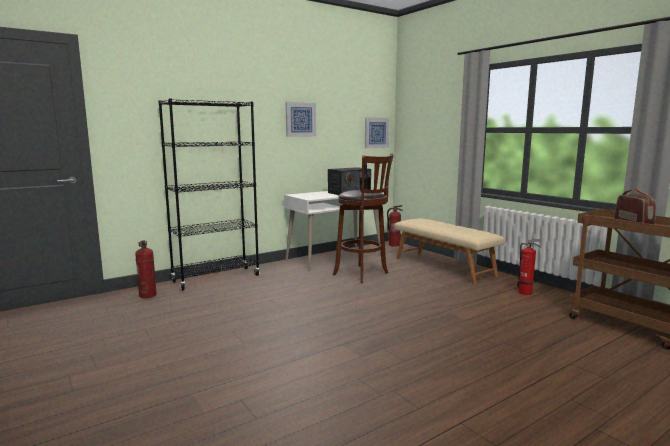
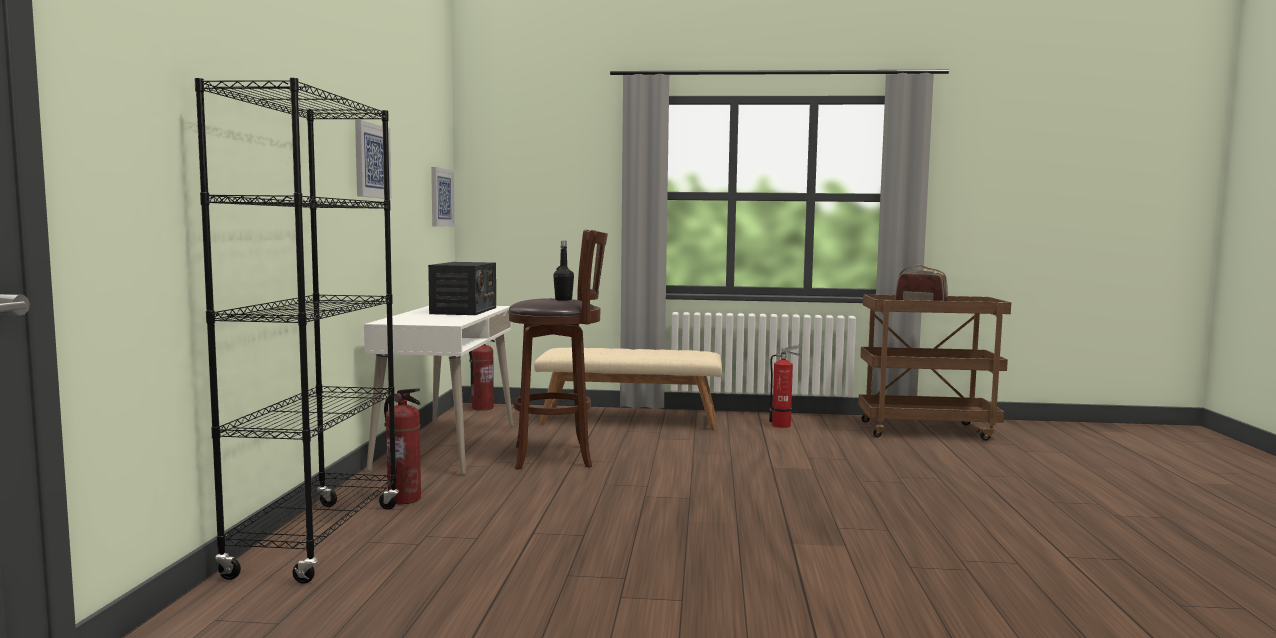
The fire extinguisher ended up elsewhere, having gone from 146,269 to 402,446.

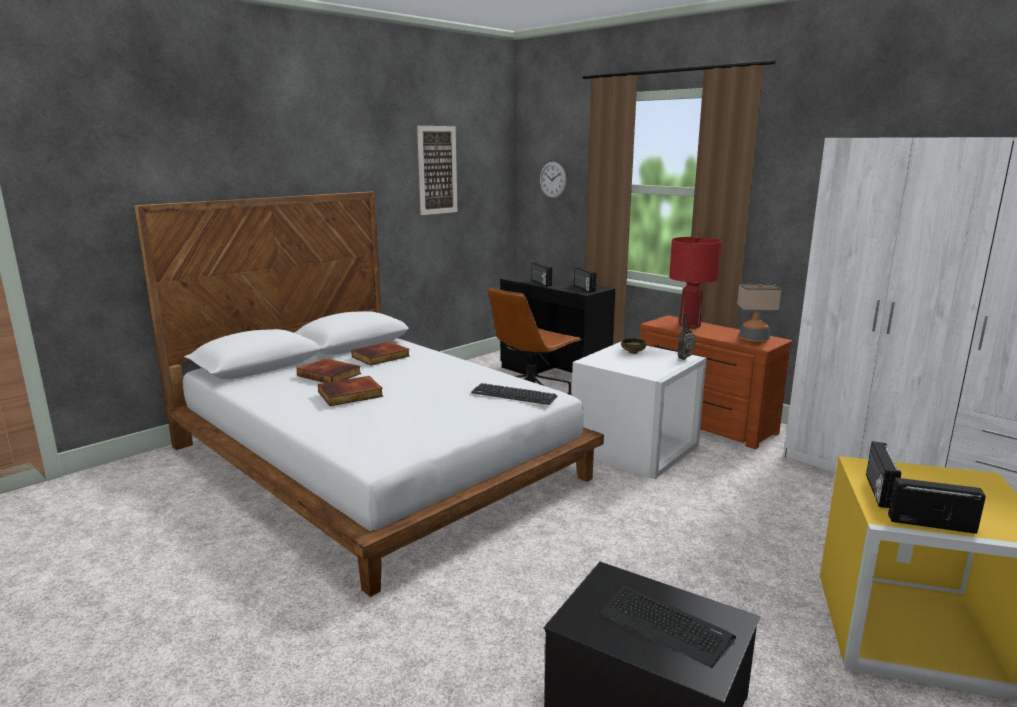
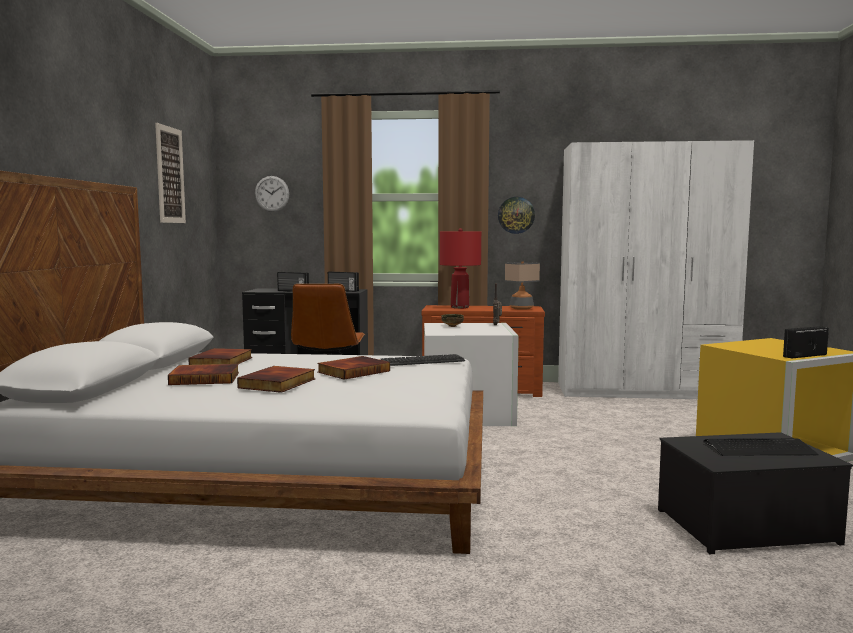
The second view lost the radio set at 883,474.
The second view gained the bound book at 353,368.
The second view gained the hanging clock at 516,215.

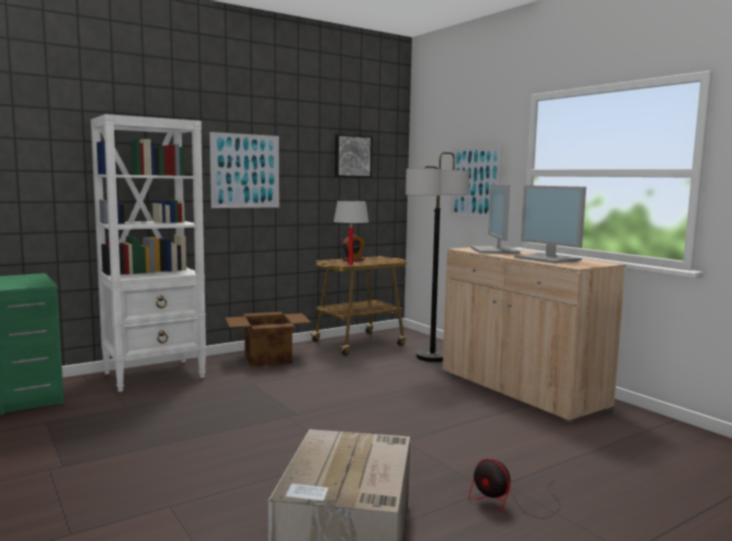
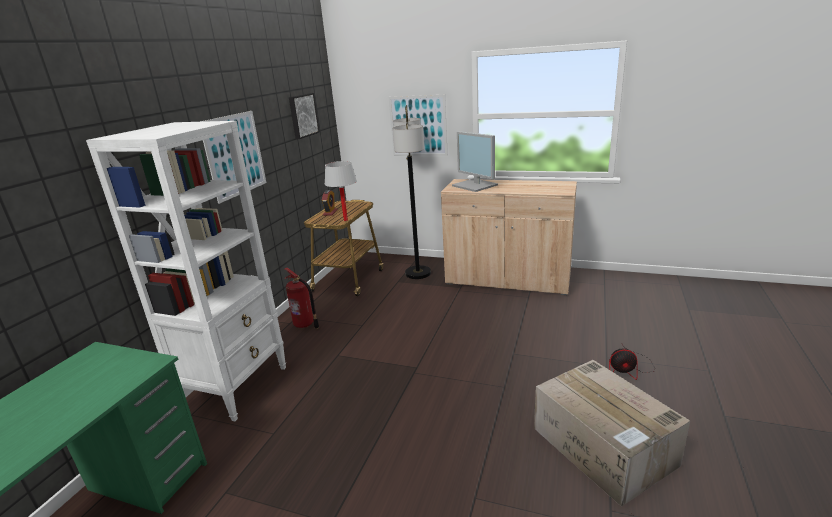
Where the packing box stood at 268,339, the fire extinguisher came to stand at 302,298.
The second view lost the computer display at 550,224.

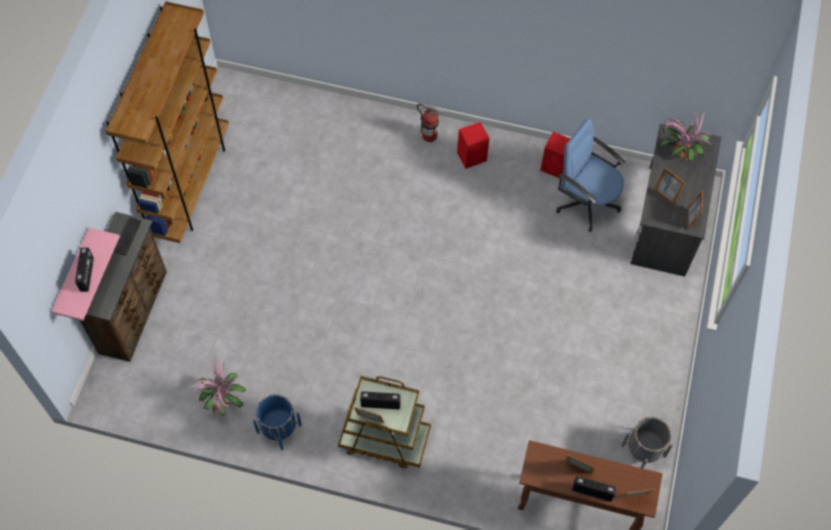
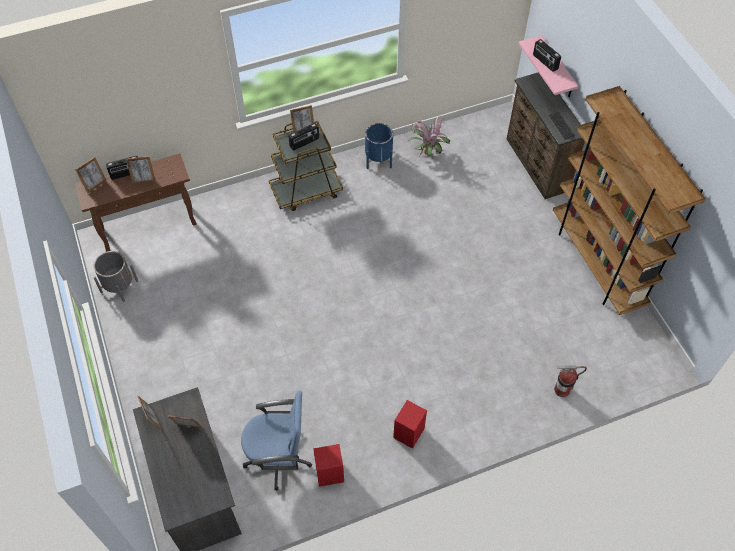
The fire extinguisher ended up elsewhere, having gone from 431,123 to 570,381.
The second view lost the plant in a pot at 687,135.

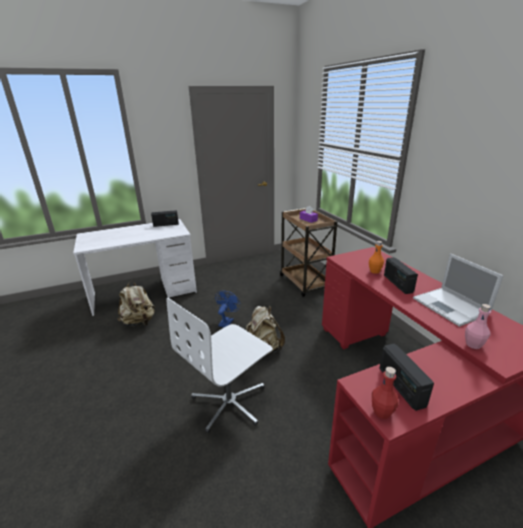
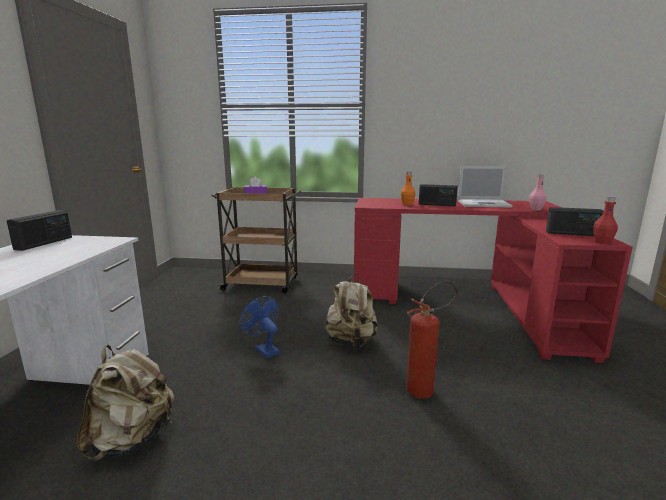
Where the white-coloured office chair stood at 220,365, the fire extinguisher came to stand at 432,340.

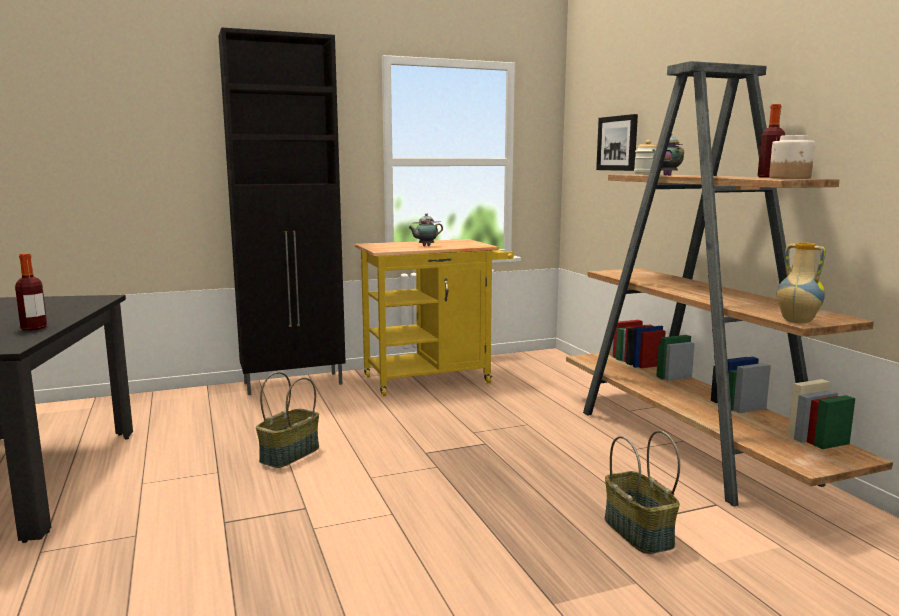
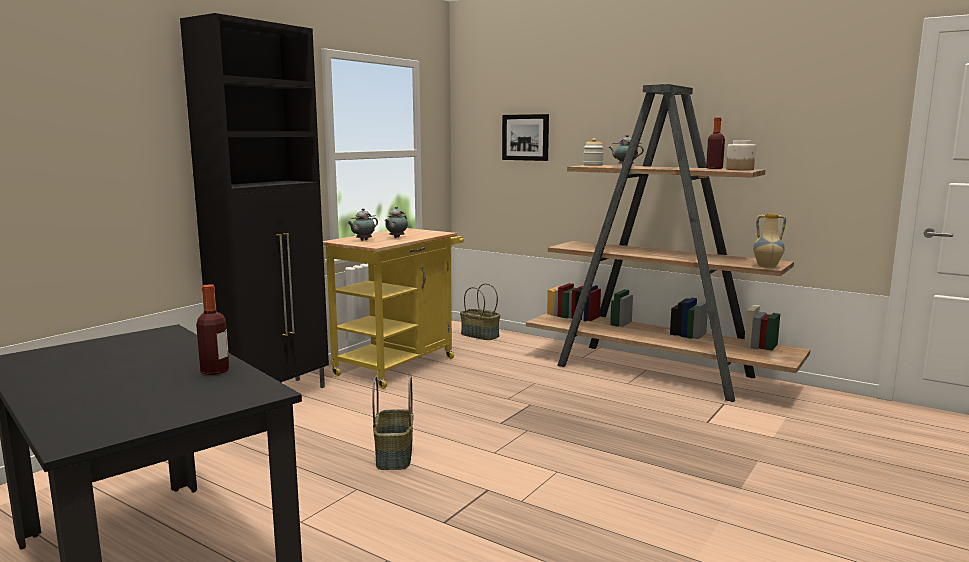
The basket ended up elsewhere, having gone from 642,492 to 480,311.
The second view gained the pot for tea at 362,224.

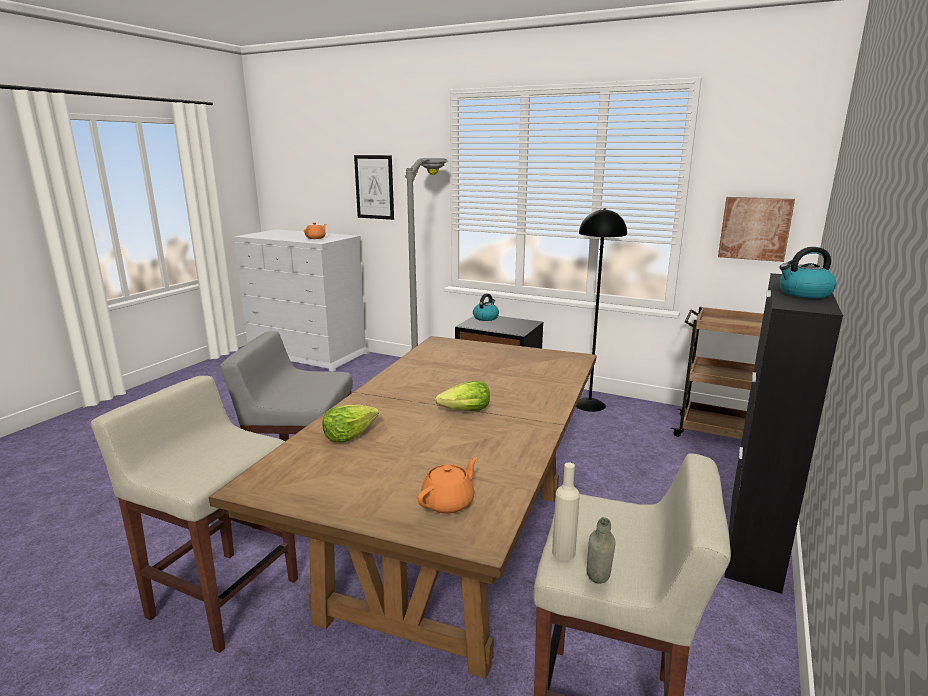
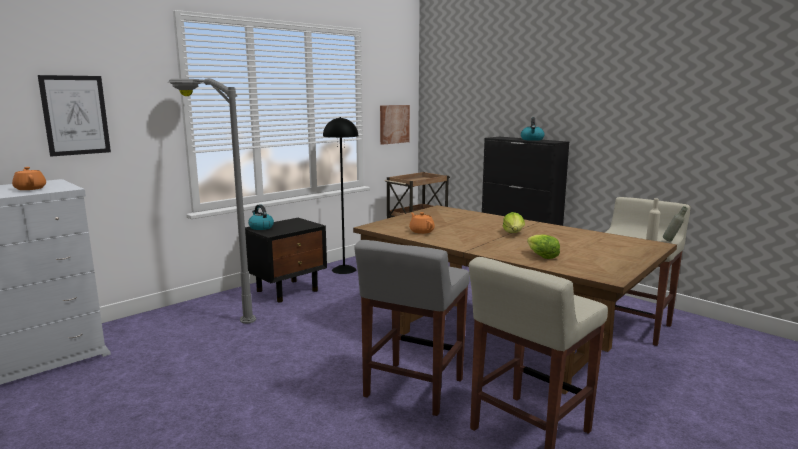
The orangey pot for tea ended up elsewhere, having gone from 447,485 to 422,223.

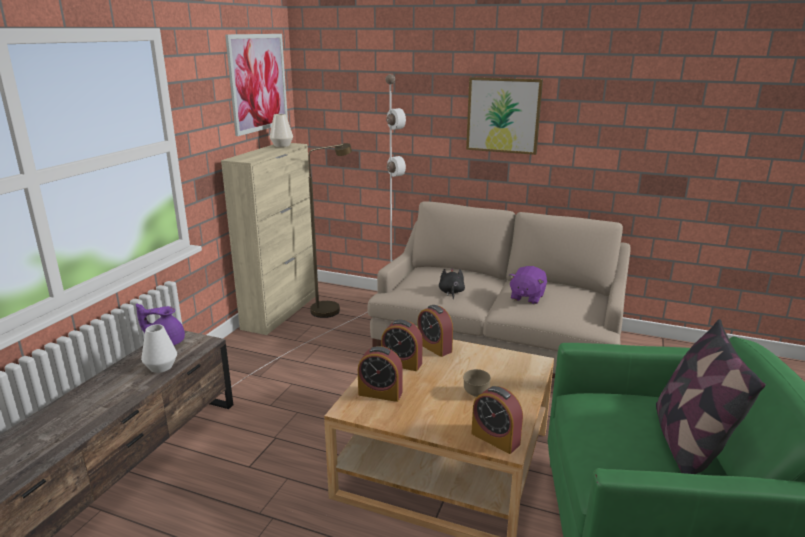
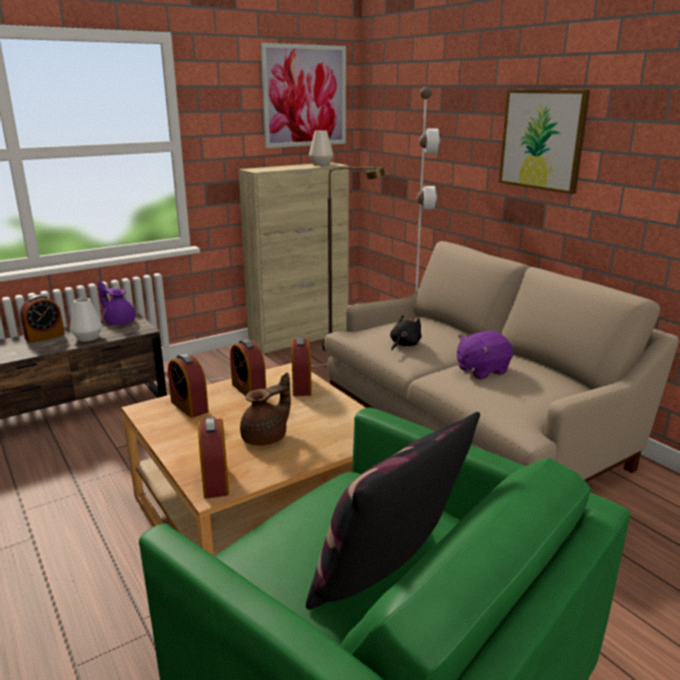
Where the brown deep dish stood at 477,383, the brown pot for tea came to stand at 265,409.
The second view gained the alarm clock at 42,319.

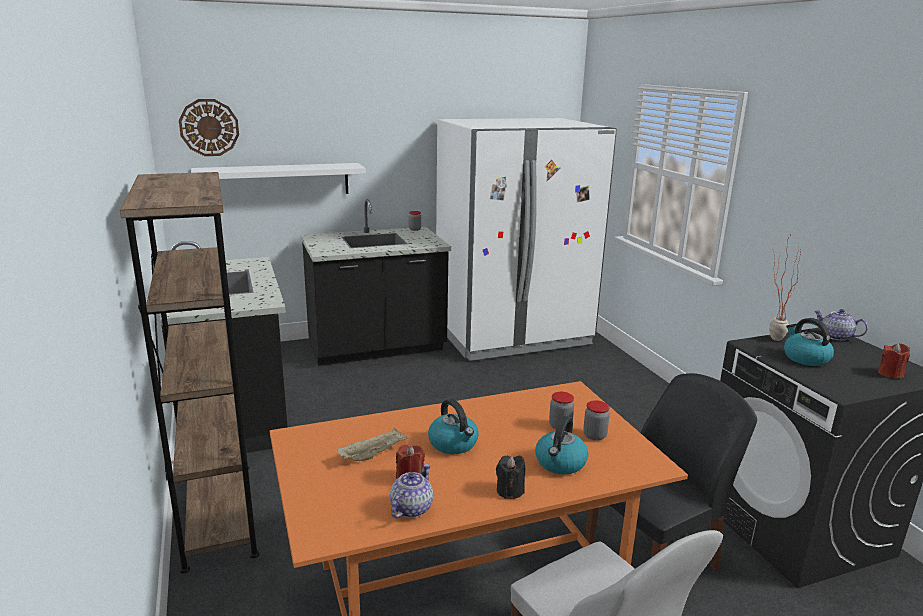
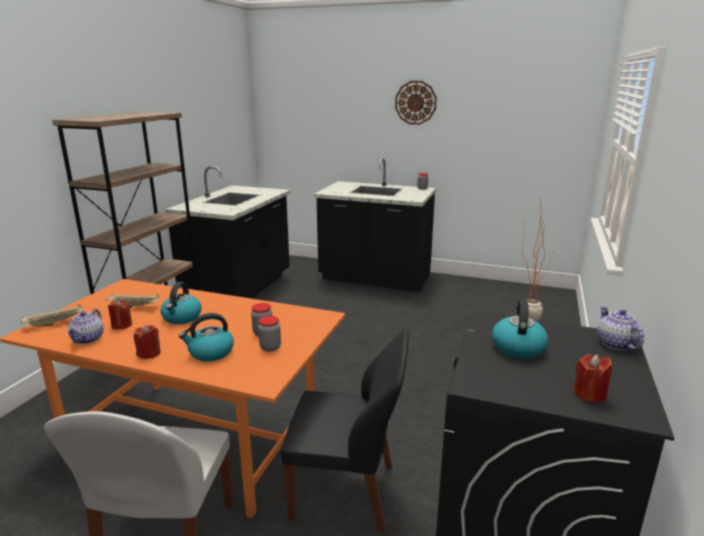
The hanging clock ended up elsewhere, having gone from 209,127 to 416,103.
The second view lost the white-coloured bracket shelf at 278,178.
The pot for tea at 411,491 ended up facing another way, 120 degrees clockwise from before.
The second view lost the white-coloured refrigerator at 526,239.
What was the black wax light at 510,477 turned into the red-coloured wax light at 147,342.
The second view gained the beige tray at 52,315.

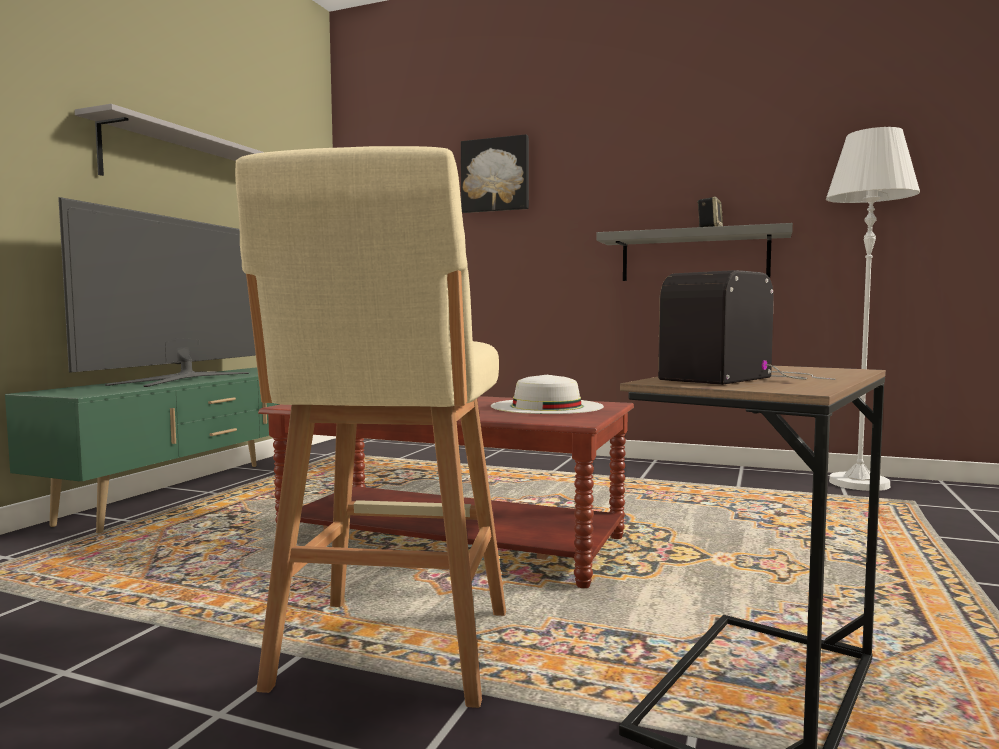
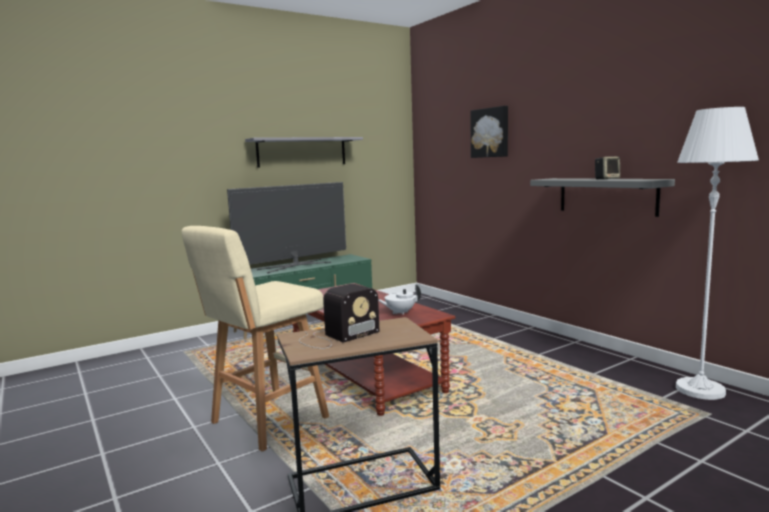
Where the white-coloured hat stood at 547,394, the white-coloured pot for tea came to stand at 399,299.
The radio set at 747,327 ended up facing another way, 150 degrees clockwise from before.

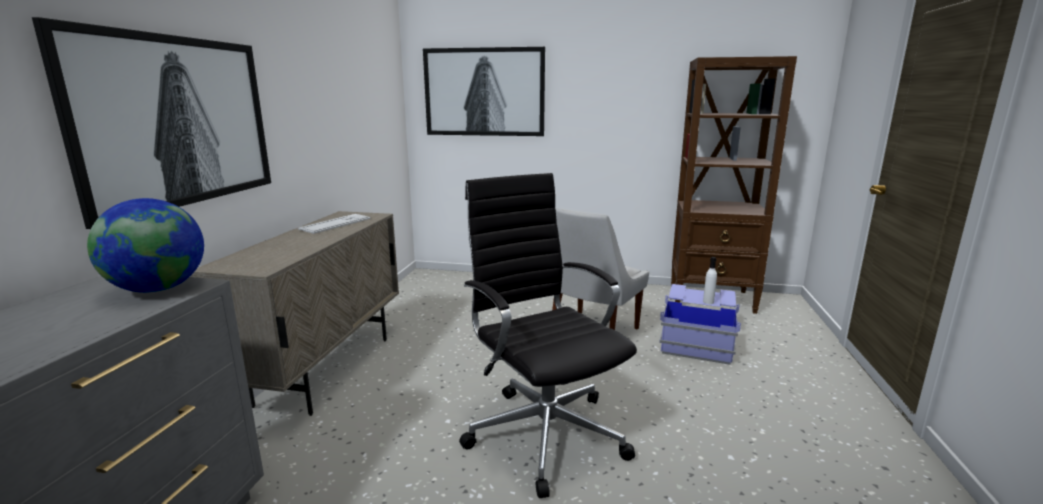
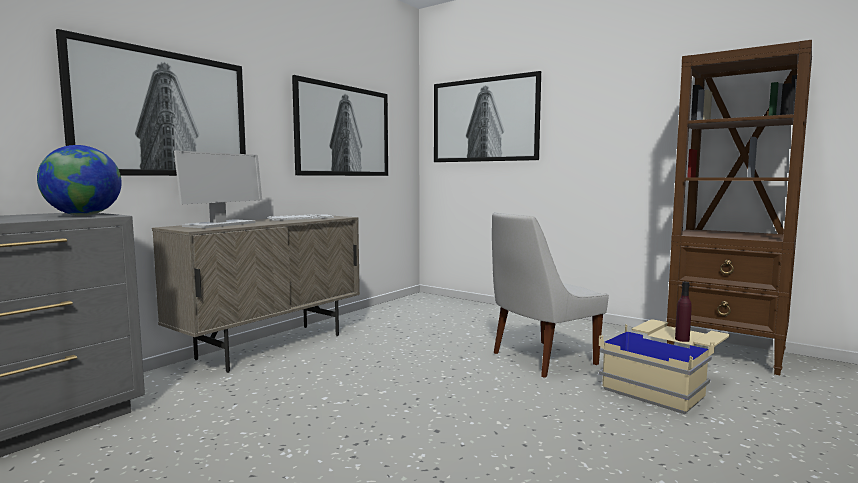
The second view lost the black office chair at 548,335.
What was the blue storage box at 700,324 turned into the beige storage box at 664,366.
What was the white-coloured drink bottle at 710,280 turned into the purple-coloured drink bottle at 683,312.
The second view gained the computer display at 218,189.
The second view gained the picture at 340,125.

